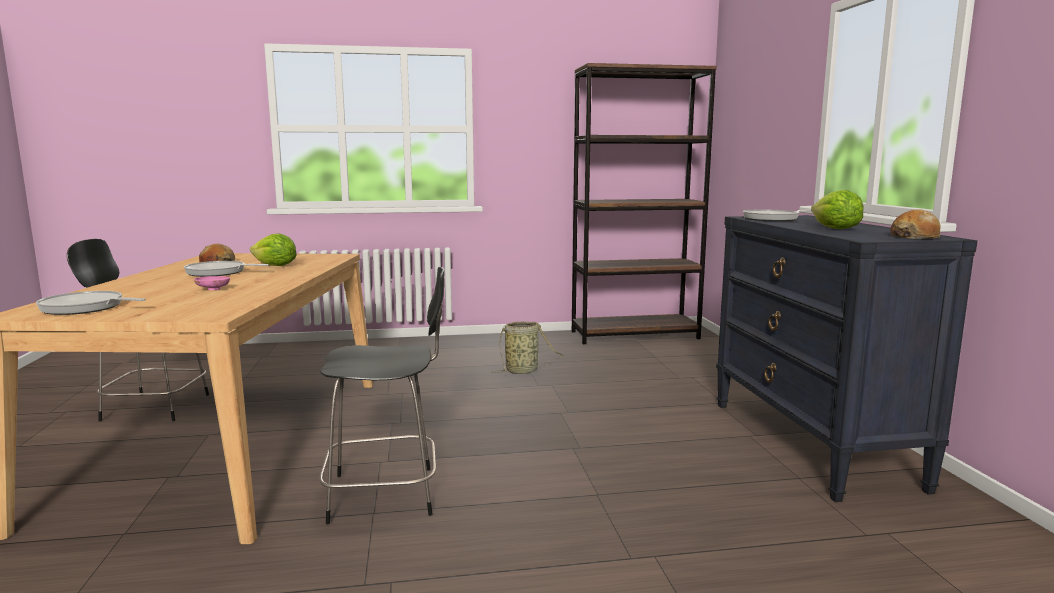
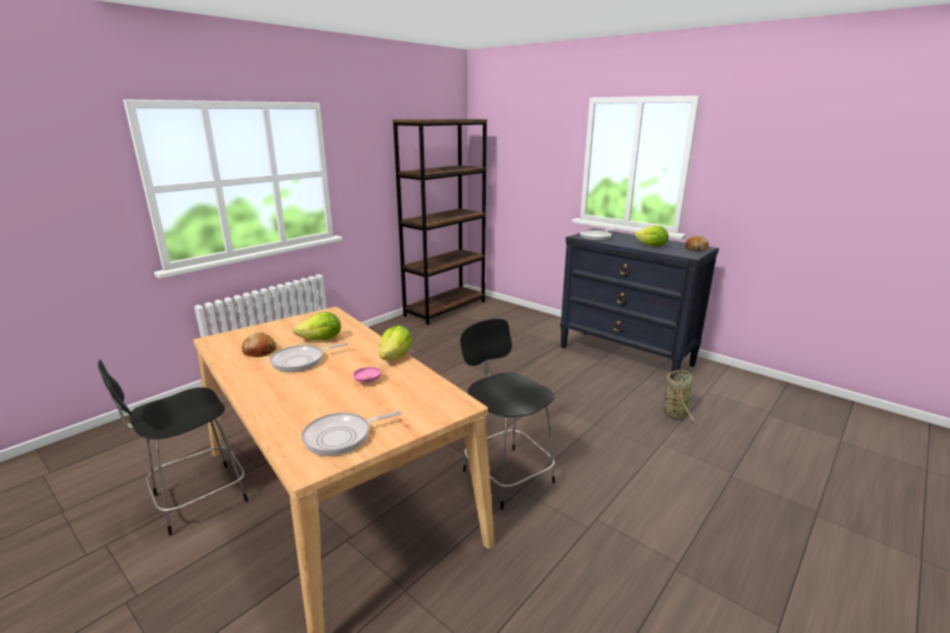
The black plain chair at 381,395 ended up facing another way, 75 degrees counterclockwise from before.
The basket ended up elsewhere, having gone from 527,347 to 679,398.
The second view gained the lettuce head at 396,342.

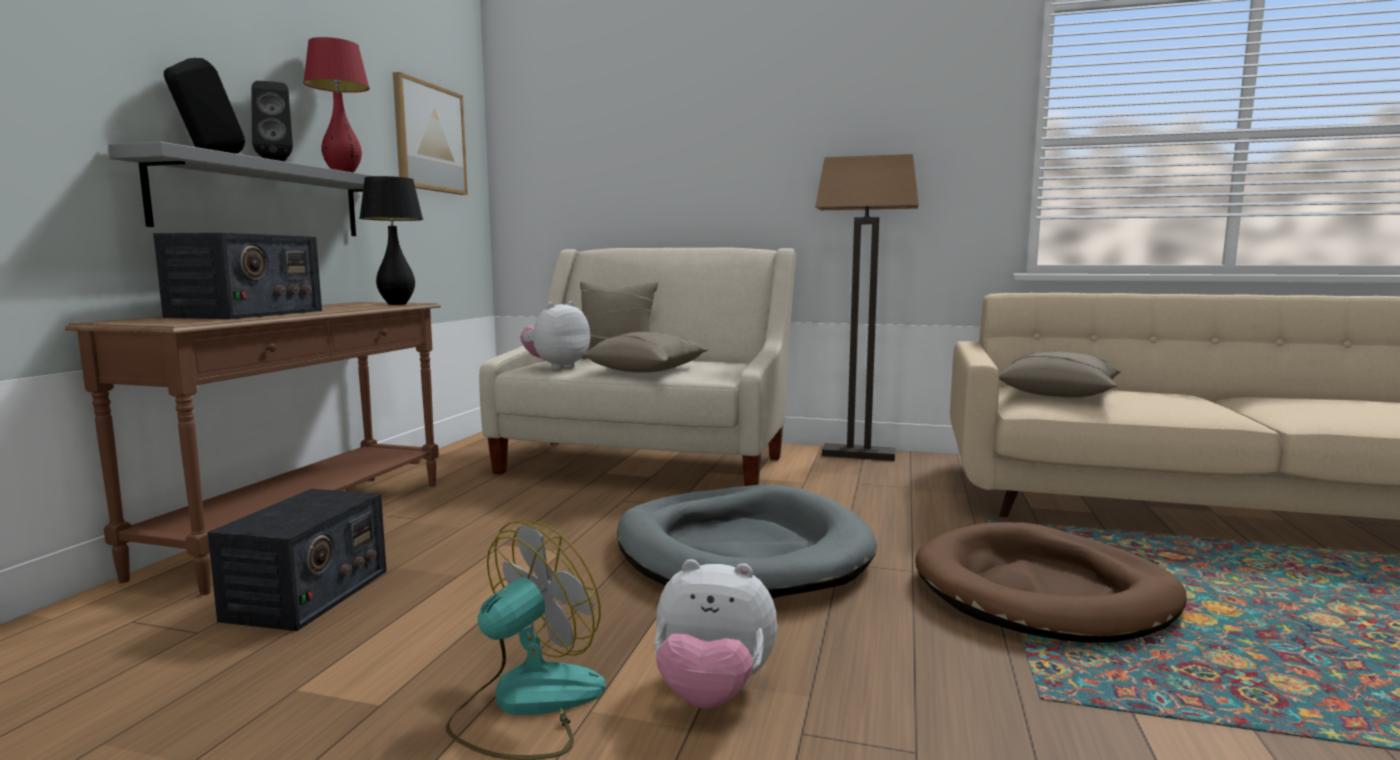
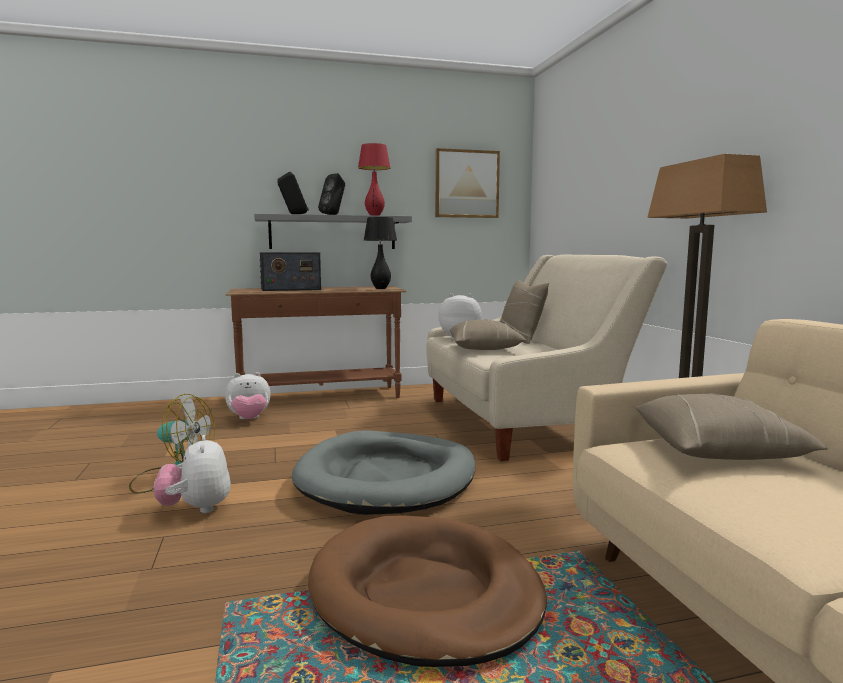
Where the radio set stood at 297,560, the soft toy came to stand at 248,395.

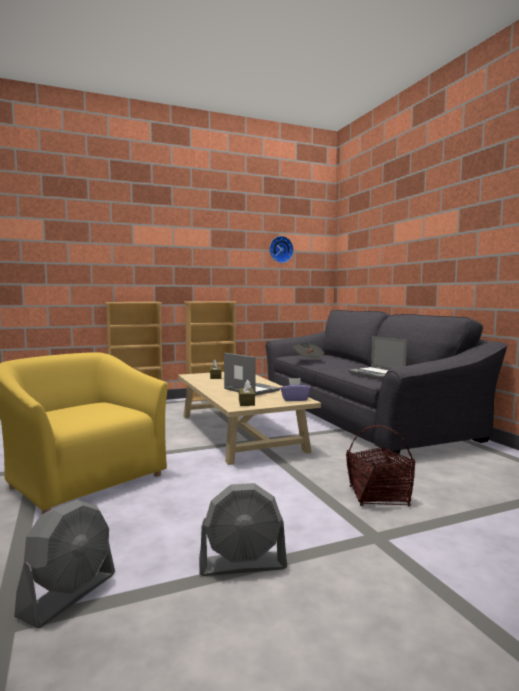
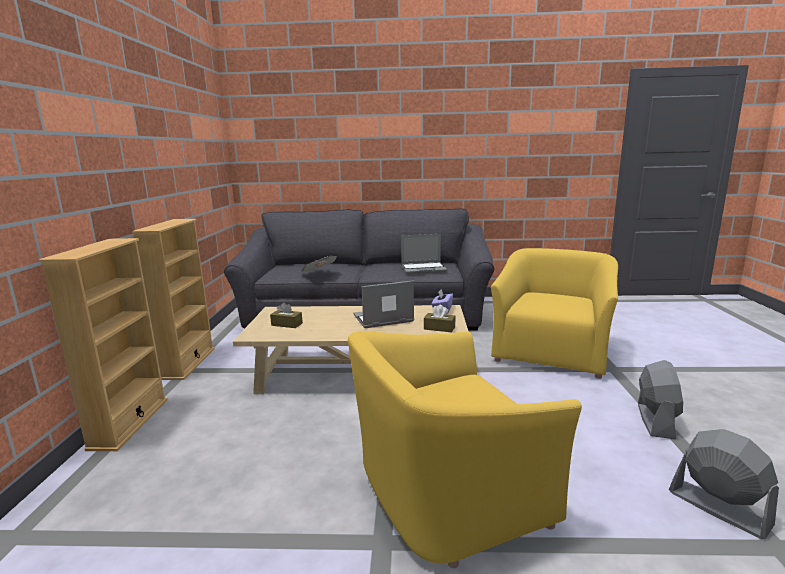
The second view lost the hanging clock at 281,249.
Where the basket stood at 380,466, the yellow easy chair came to stand at 554,313.

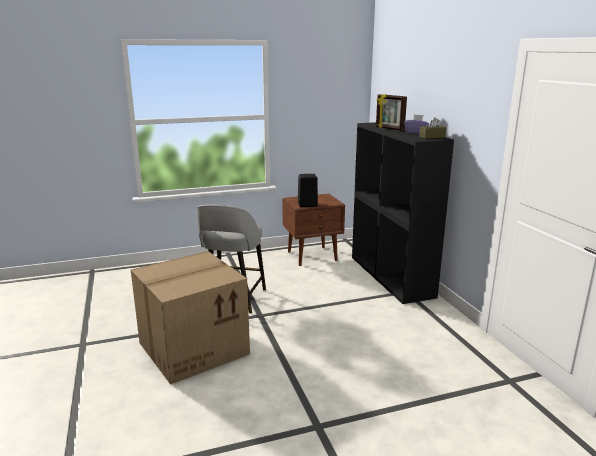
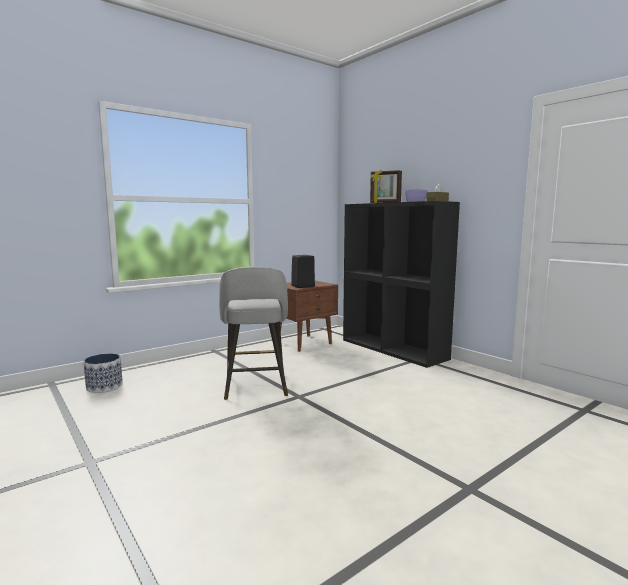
The second view lost the packing box at 190,318.
The second view gained the flower pot at 103,373.

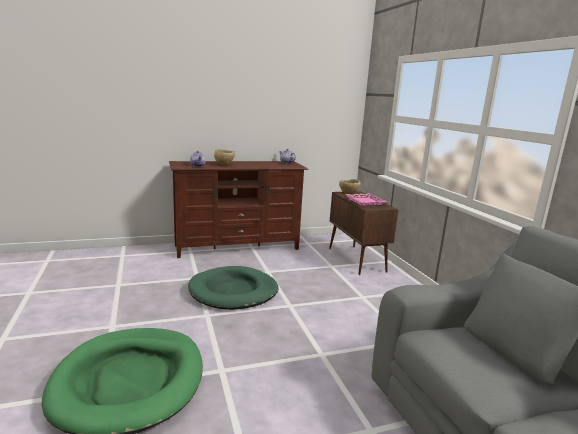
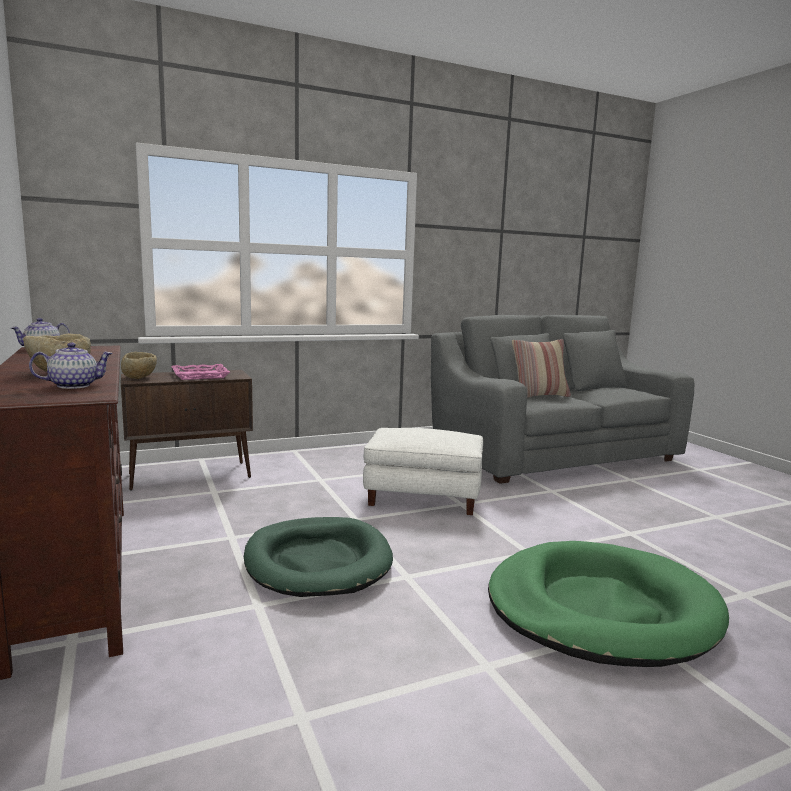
The second view gained the white-coloured ottoman at 423,471.
The second view gained the pillow at 541,368.

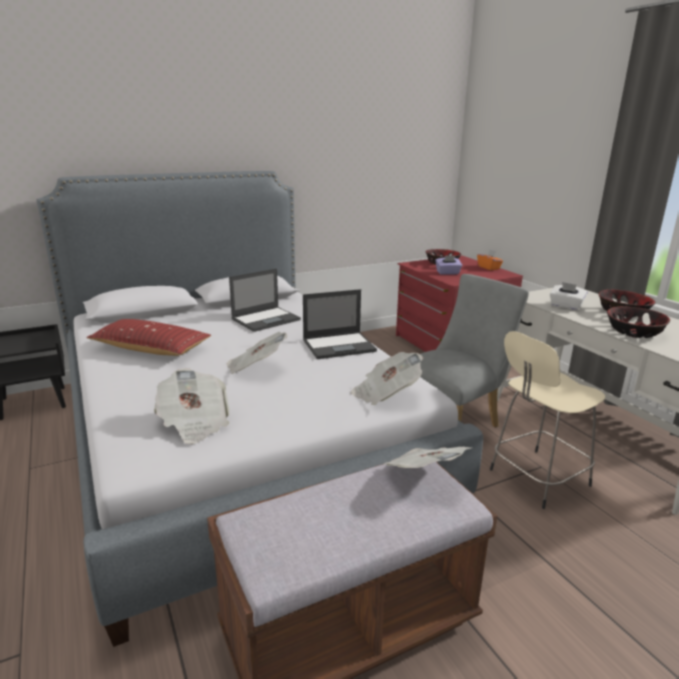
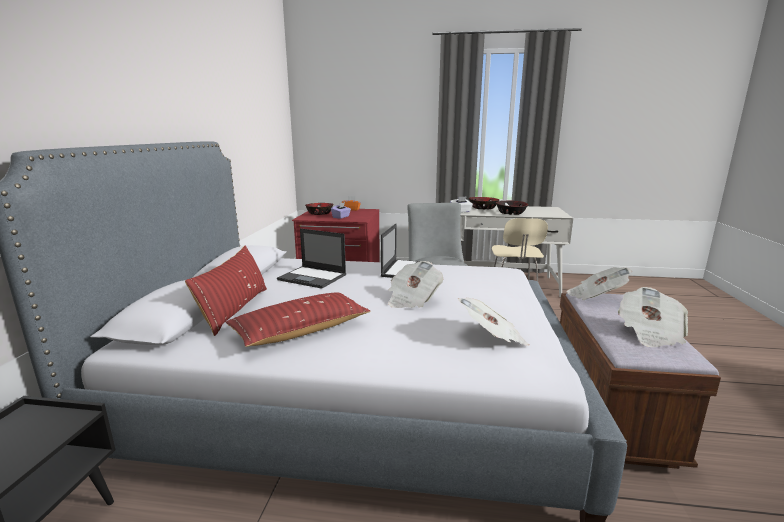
The laptop at 265,300 ended up facing another way, 120 degrees clockwise from before.
The daily paper ended up elsewhere, having gone from 387,378 to 653,317.
The second view gained the red-coloured pillow at 226,291.

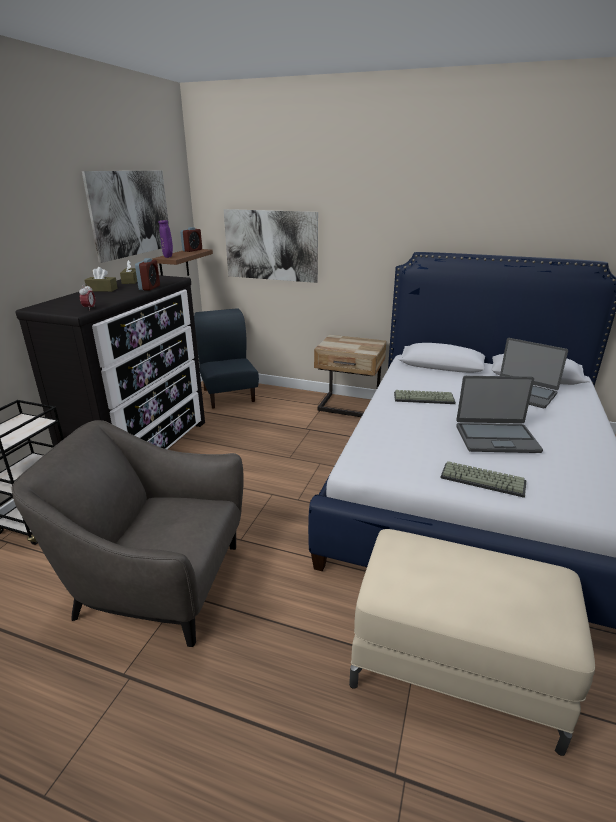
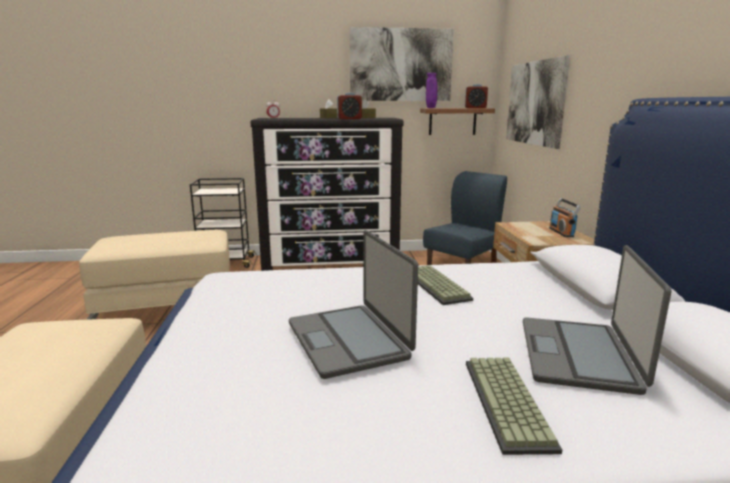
Where the grey easy chair stood at 127,533, the beige ottoman came to stand at 154,275.
The computer keyboard ended up elsewhere, having gone from 483,479 to 514,406.
The second view gained the radio set at 565,217.

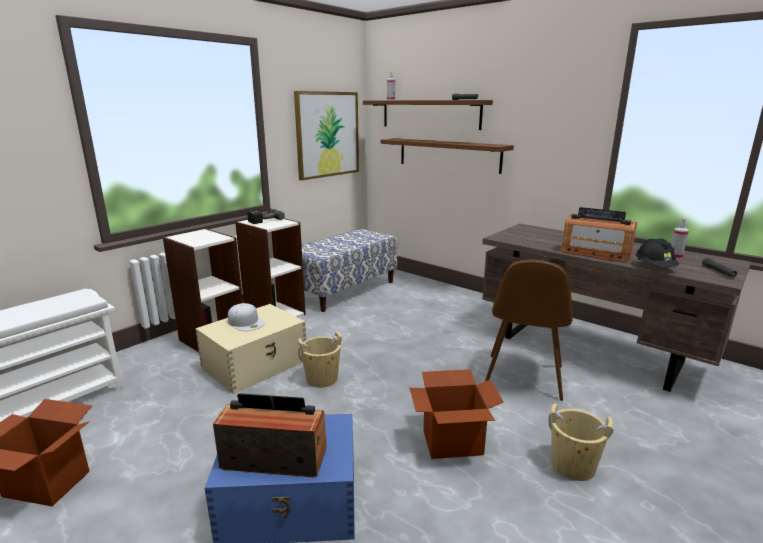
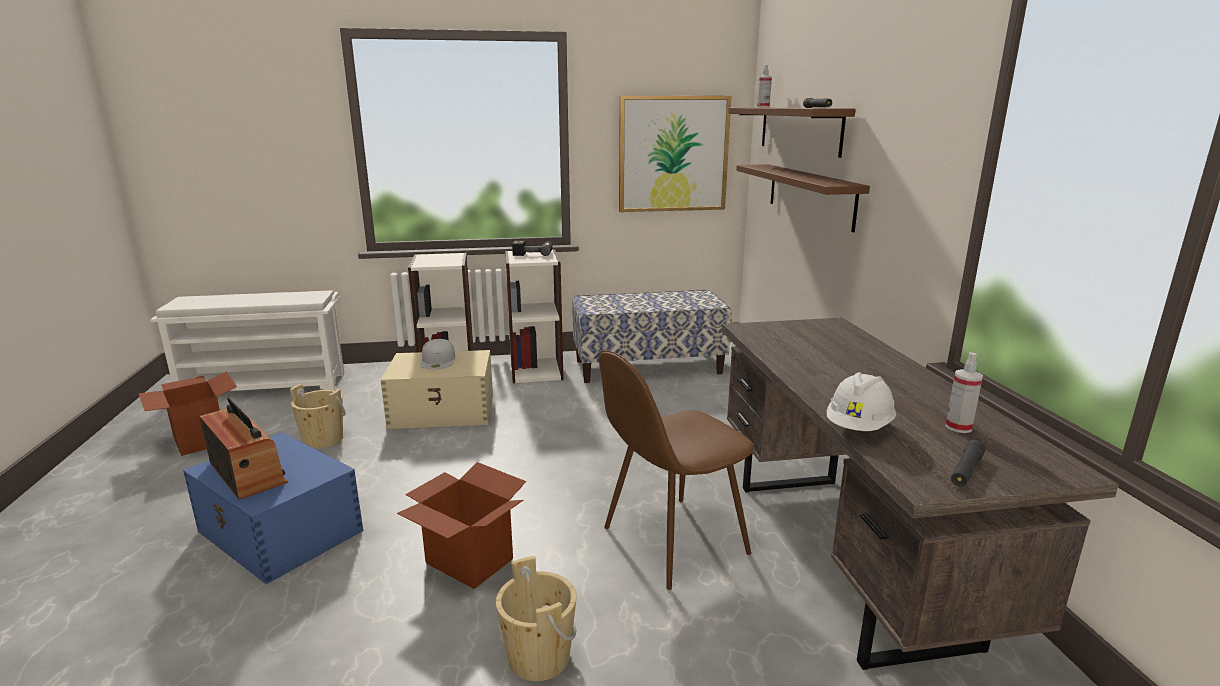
The beige bucket ended up elsewhere, having gone from 320,359 to 318,416.
The second view lost the radio set at 599,234.
What was the black work helmet at 657,252 turned into the white-coloured work helmet at 861,401.

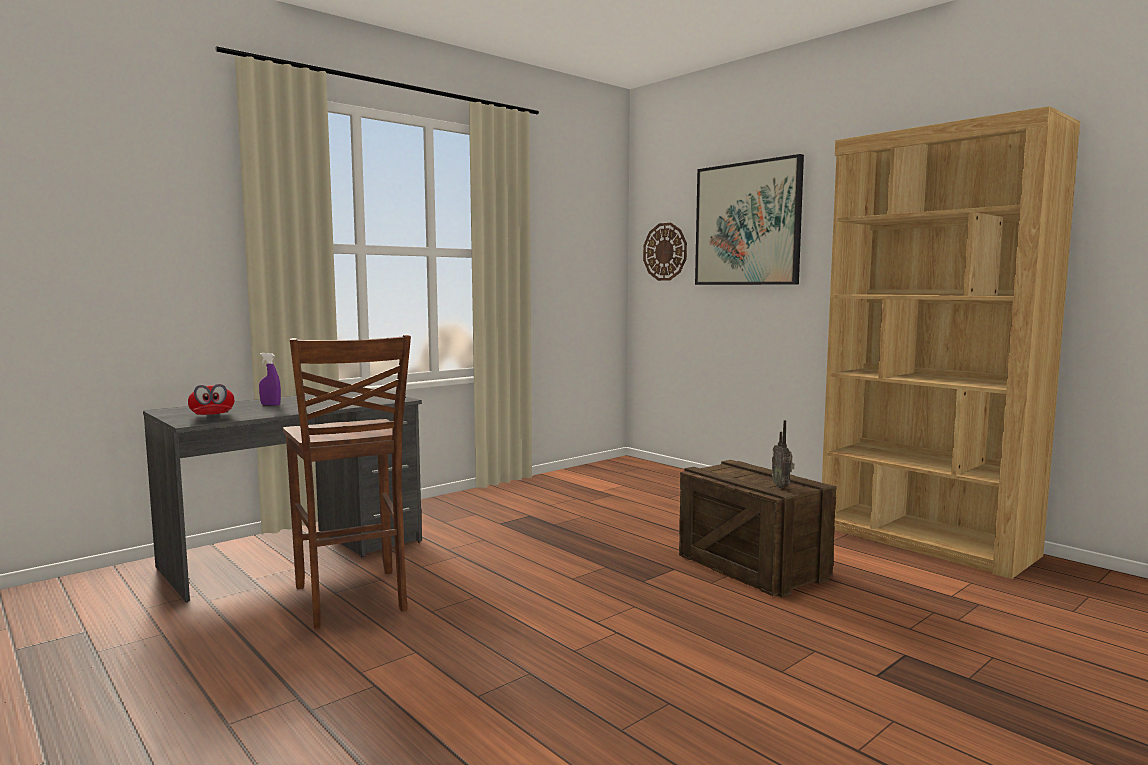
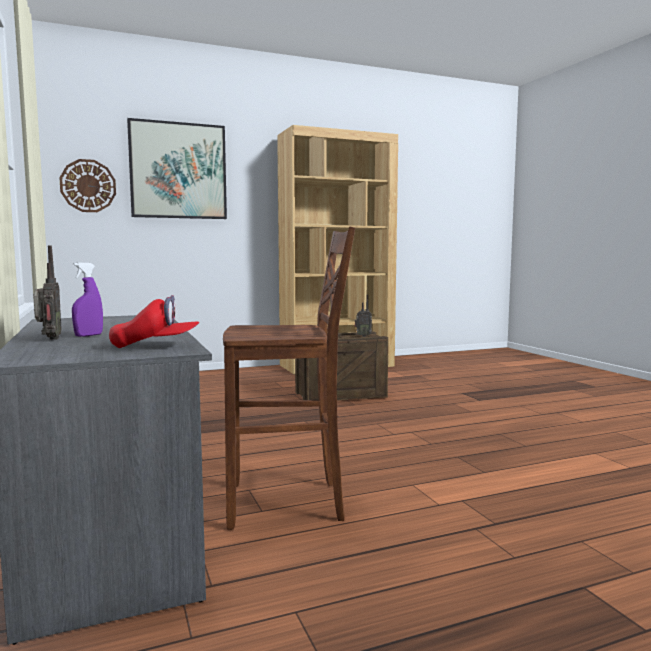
The second view gained the radio set at 47,292.

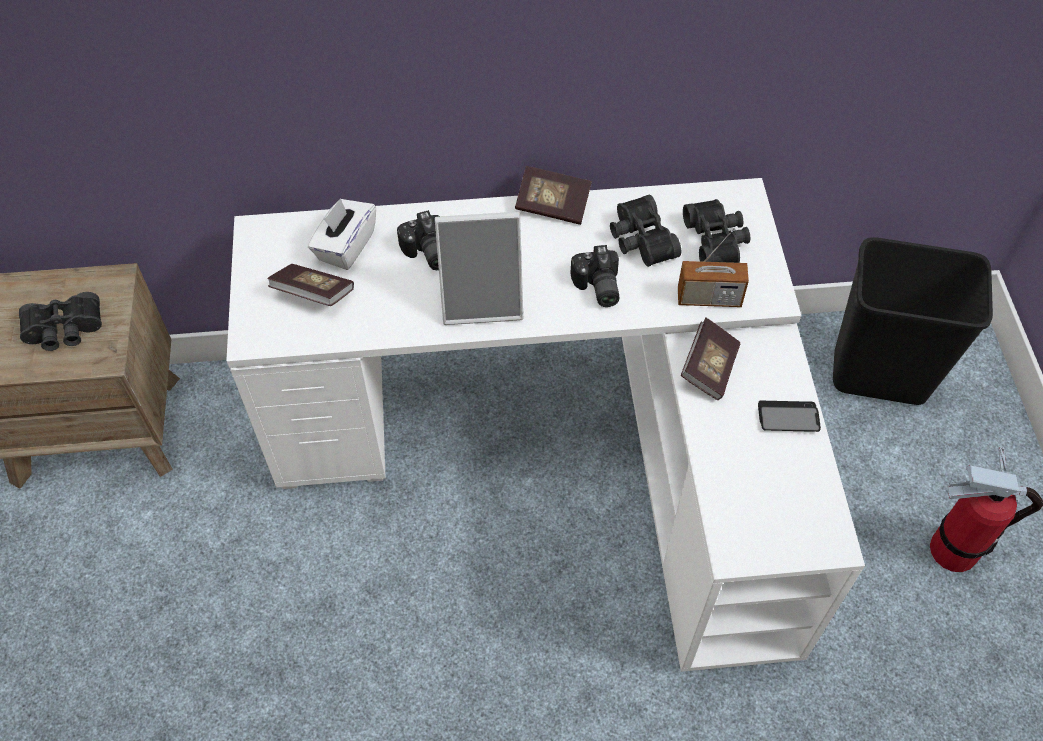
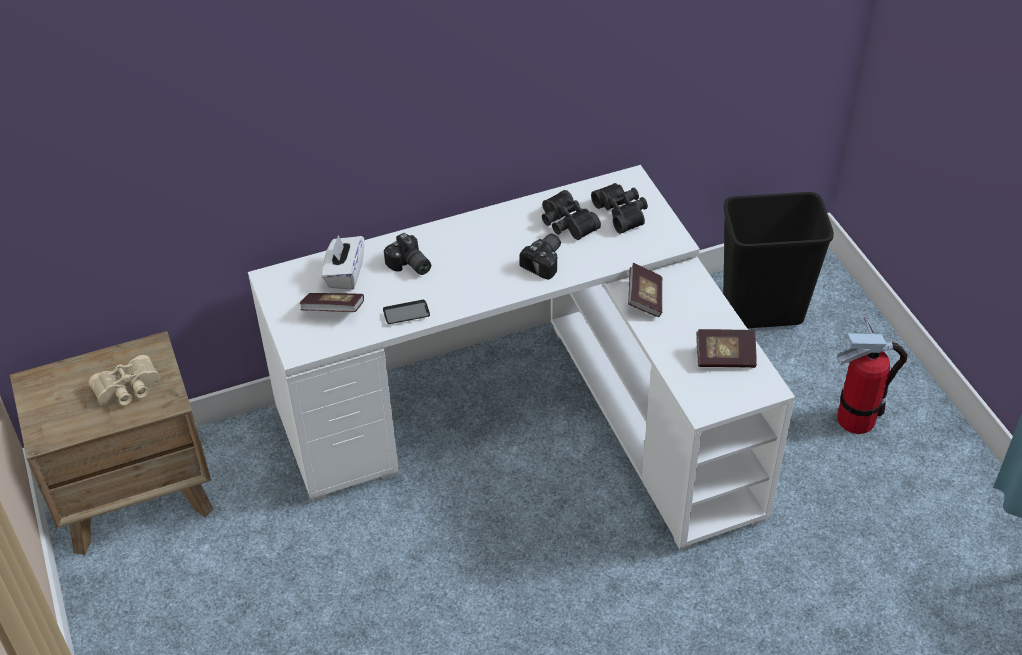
What was the black field glasses at 60,321 turned into the beige field glasses at 124,380.
The second view lost the picture frame at 479,268.
The bound book ended up elsewhere, having gone from 553,195 to 726,348.
The photo camera at 595,276 ended up facing another way, 120 degrees counterclockwise from before.
The second view lost the radio set at 713,267.
The handset ended up elsewhere, having gone from 789,416 to 406,312.

